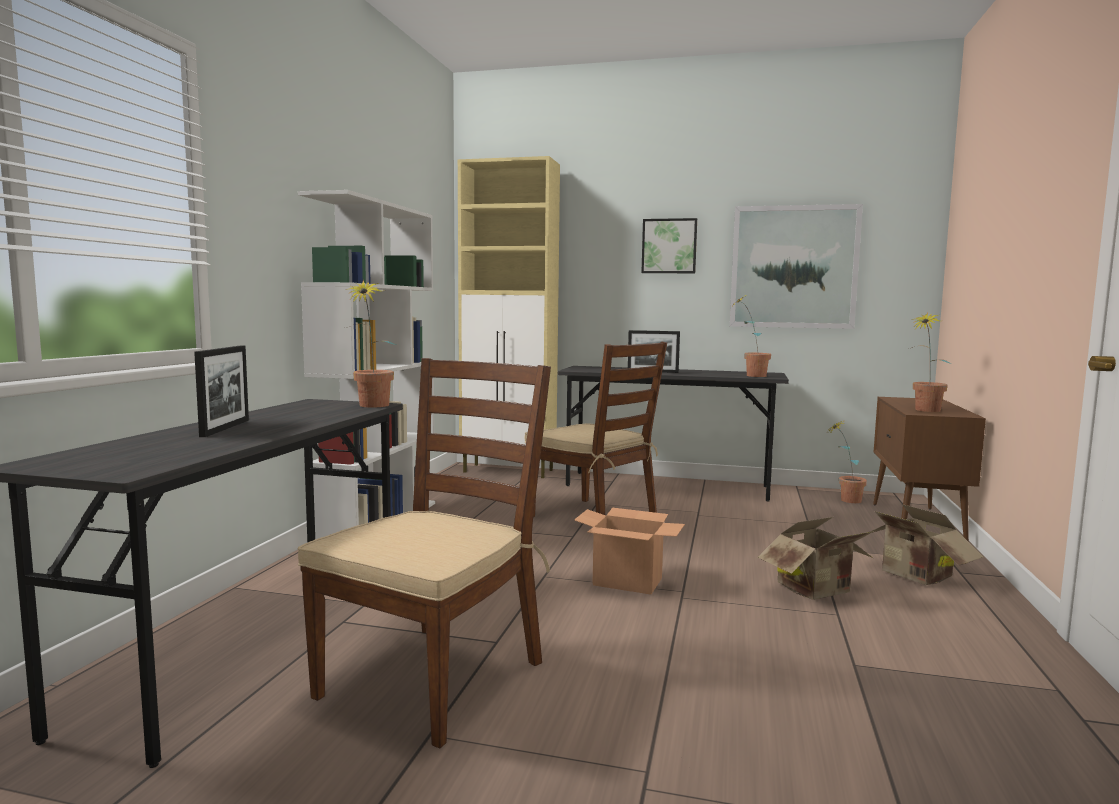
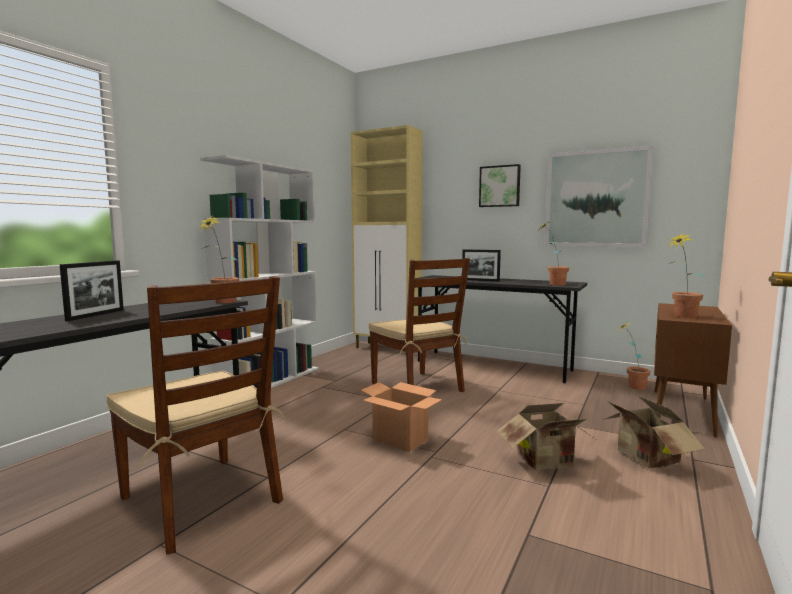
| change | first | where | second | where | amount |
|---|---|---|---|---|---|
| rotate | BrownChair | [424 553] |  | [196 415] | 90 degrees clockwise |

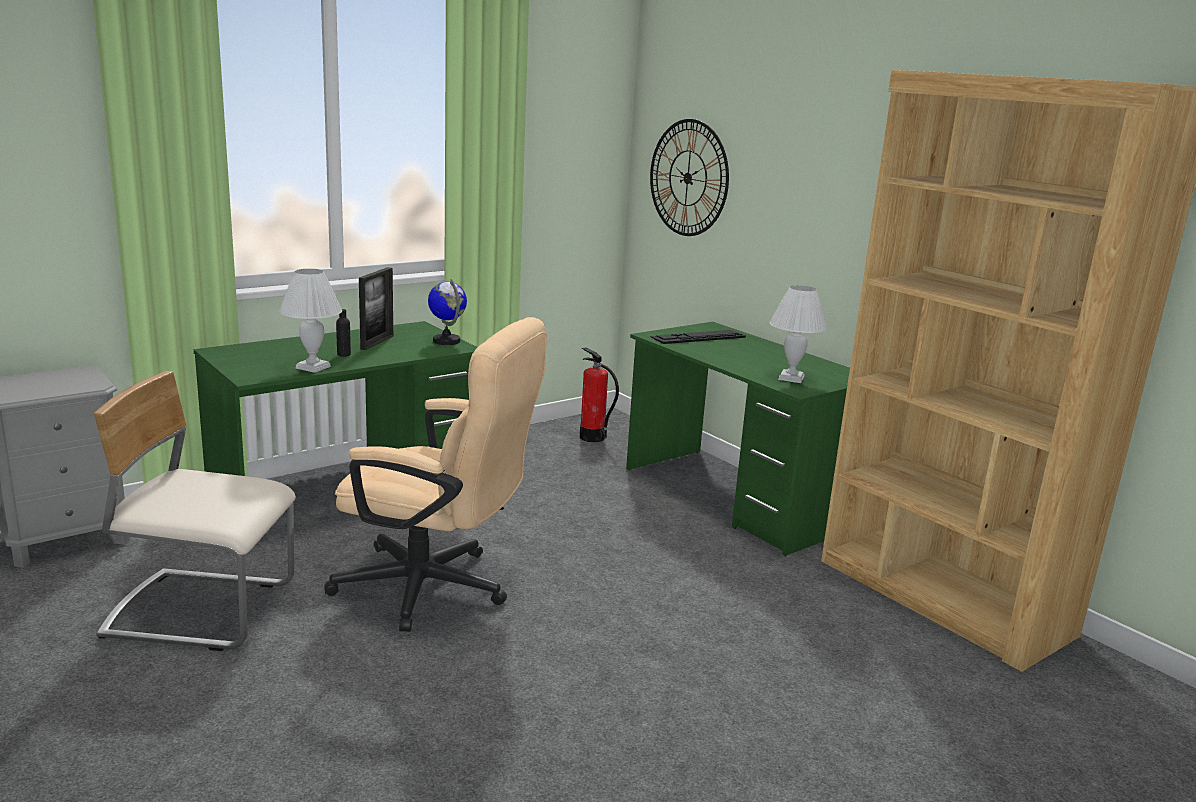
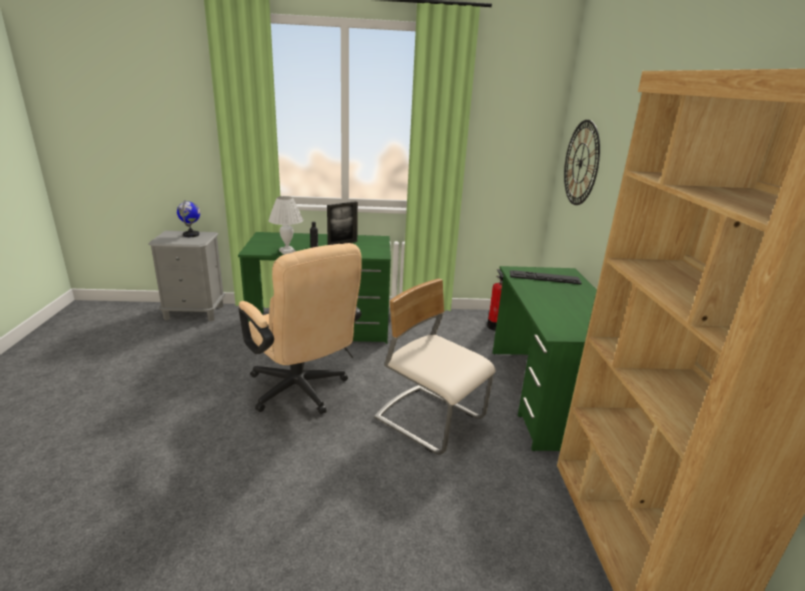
| change | first | where | second | where | amount |
|---|---|---|---|---|---|
| move | Globe | [447 312] |  | [188 218] |  |
| move | BeigeChair | [195 511] |  | [435 366] |  |
| delete | WhiteTableLamp | [798 334] |  |  |  |

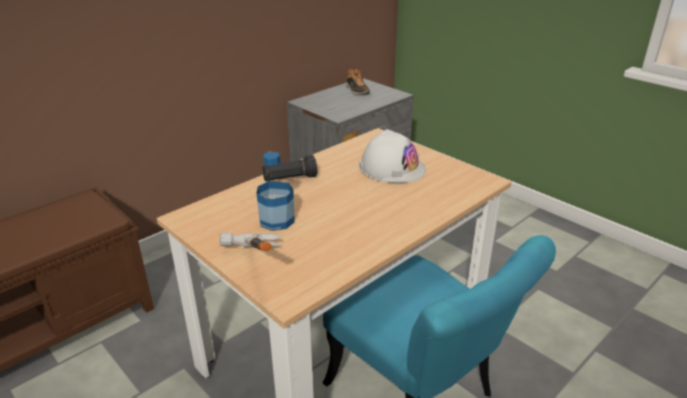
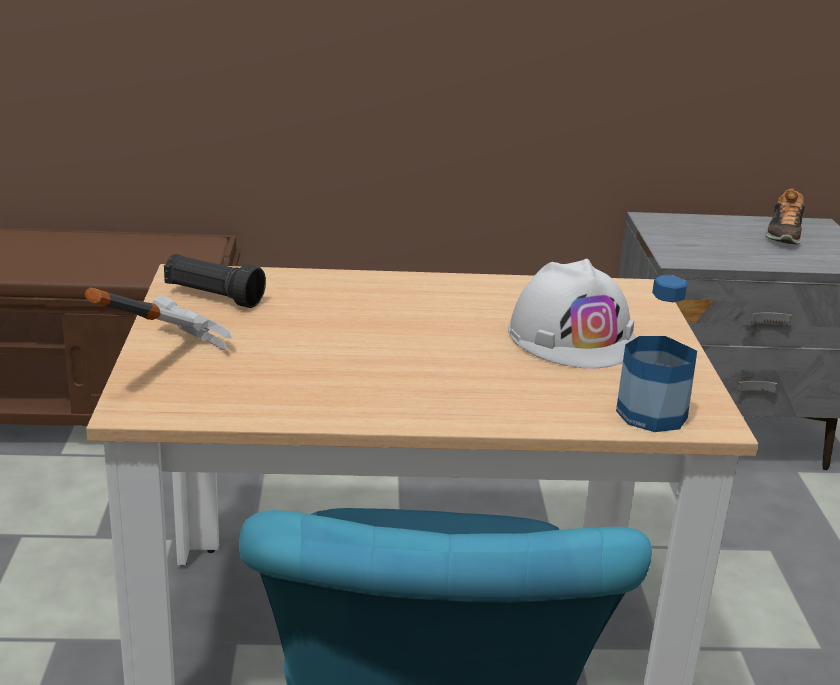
| change | first | where | second | where | amount |
|---|---|---|---|---|---|
| move | BlackFlashlight | [289 168] |  | [215 281] |  |
| move | Bottle | [275 191] |  | [656 353] |  |

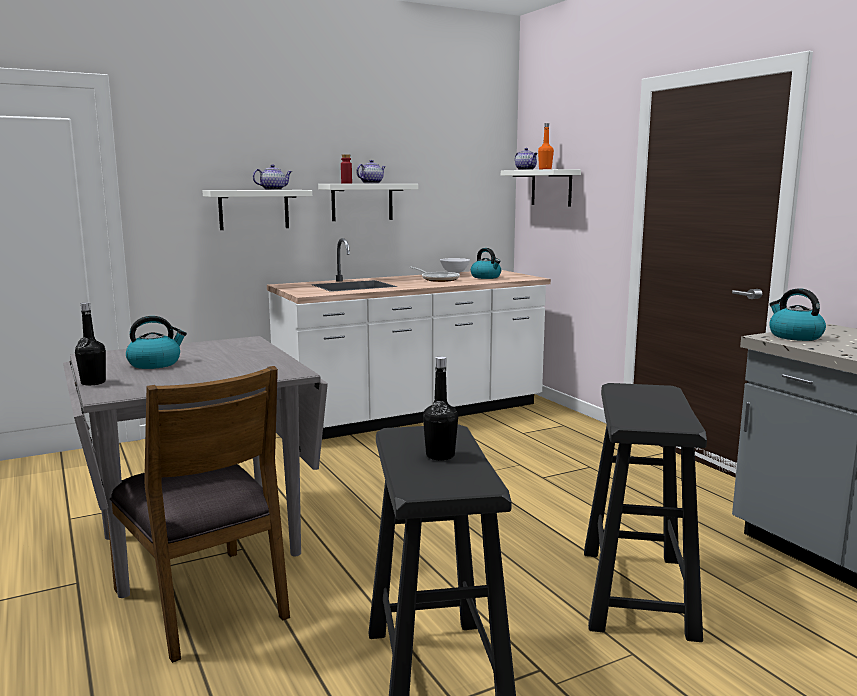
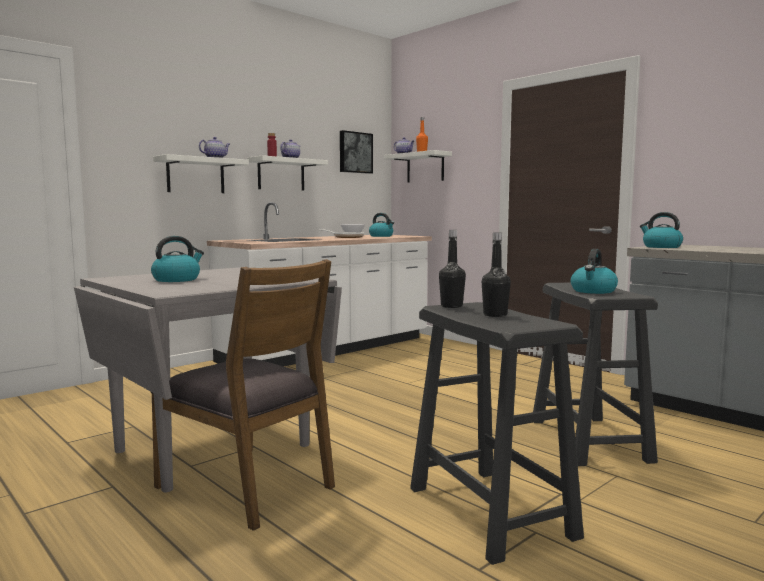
| change | first | where | second | where | amount |
|---|---|---|---|---|---|
| insert |  |  | Picture | [356 152] |  |
| move | BlackBottle | [90 343] |  | [452 269] |  |
| insert |  |  | Kettle | [594 271] |  |

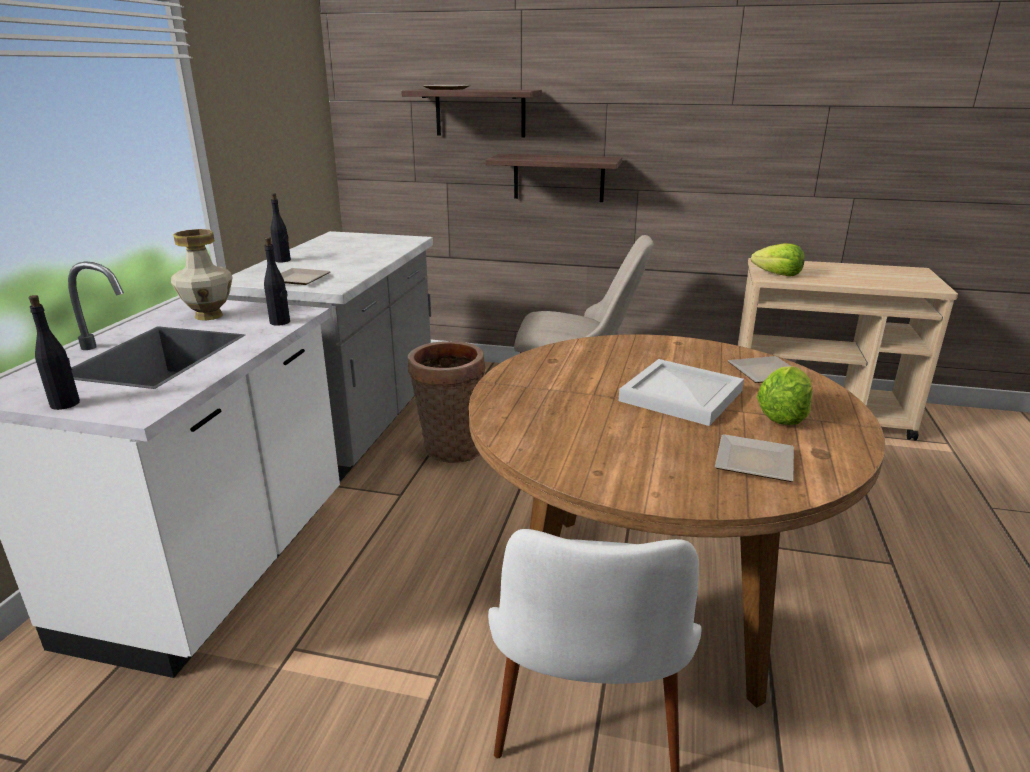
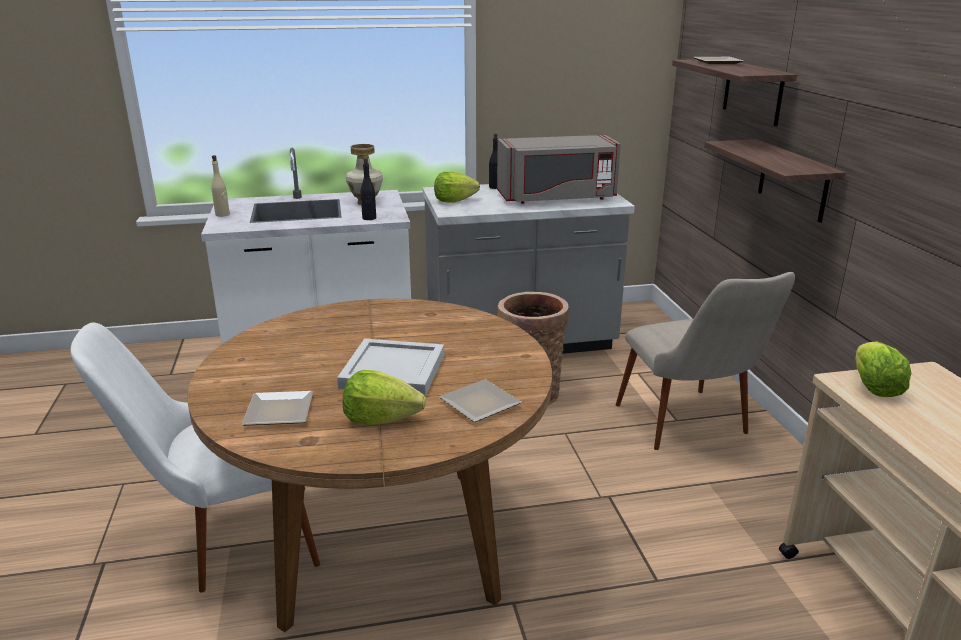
| change | first | where | second | where | amount |
|---|---|---|---|---|---|
| recolor | BlackBottle | [54 352] | BeigeBottle | [220 186] |  |
| replace | Plate | [306 276] | Lettuce | [457 187] |  |
| insert |  |  | GreyMicrowave | [559 169] |  |

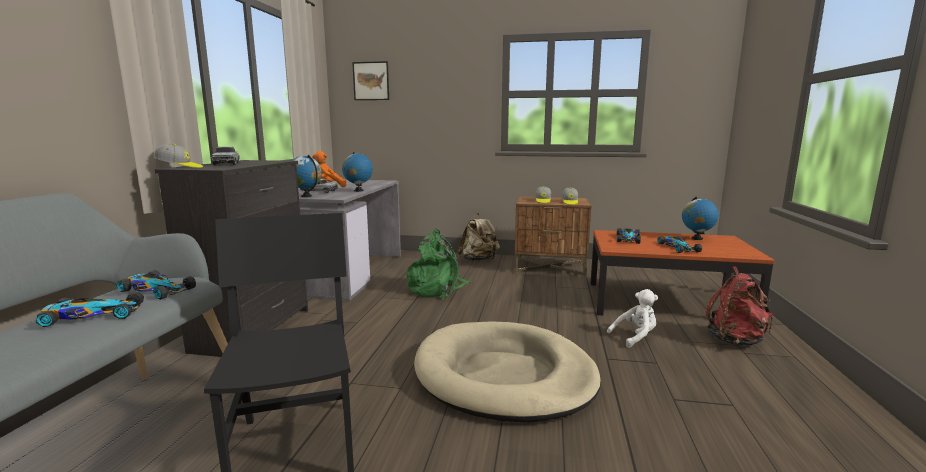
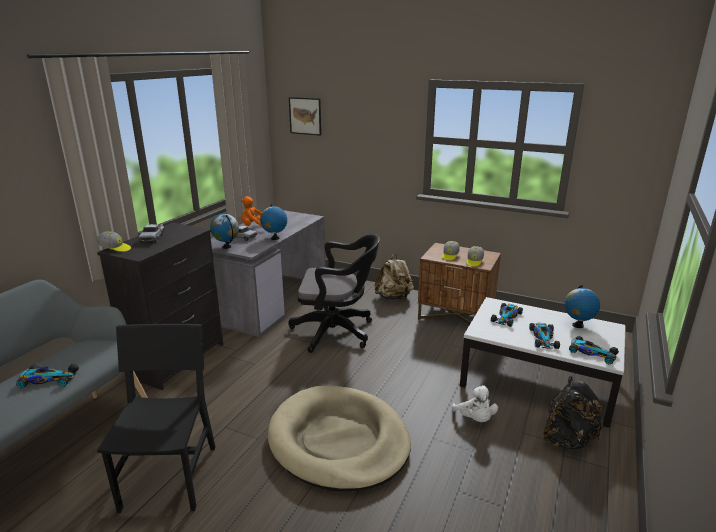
| change | first | where | second | where | amount |
|---|---|---|---|---|---|
| replace | GreenBackpack | [439 264] | BlackOfficeChair | [334 293] |  |
| rotate | WhitePlushToy | [632 318] |  | [475 403] | 75 degrees clockwise |
| recolor | BrownCoffeeTable | [682 272] | WhiteCoffeeTable | [543 362] |  |
| recolor | RedBackpack | [739 306] | BlackBackpack | [573 412] |  |
| move | ToyCar | [156 285] |  | [594 350] |  |

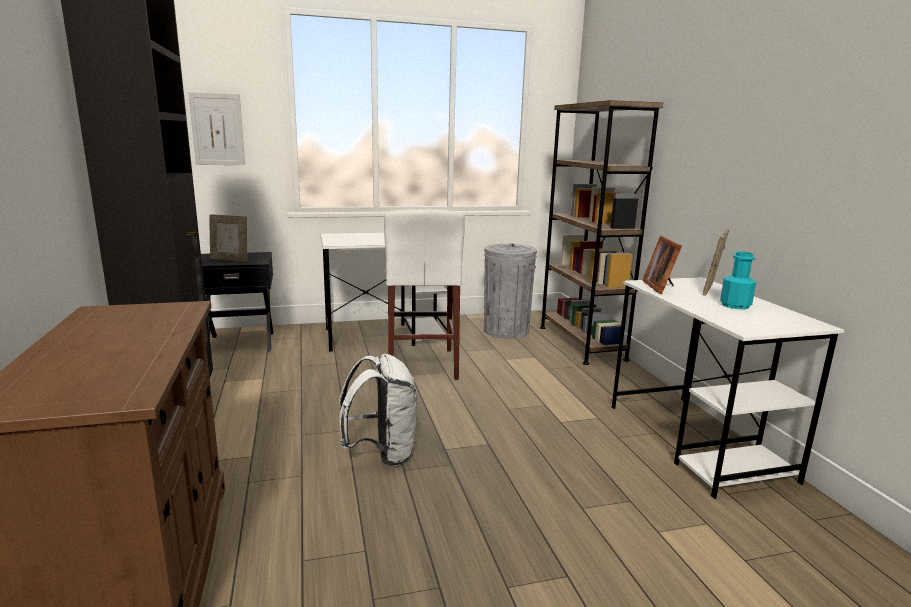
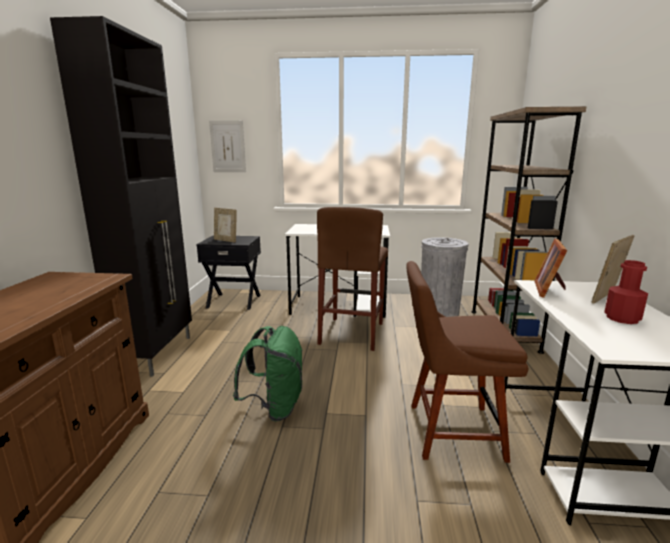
| change | first | where | second | where | amount |
|---|---|---|---|---|---|
| recolor | WhiteBackpack | [378 410] | GreenBackpack | [268 373] |  |
| recolor | WhiteStool | [424 294] | BrownStool | [352 279] |  |
| insert |  |  | BrownChair | [467 362] |  |
| recolor | TurquoiseBottle | [738 281] | RedBottle | [626 292] |  |

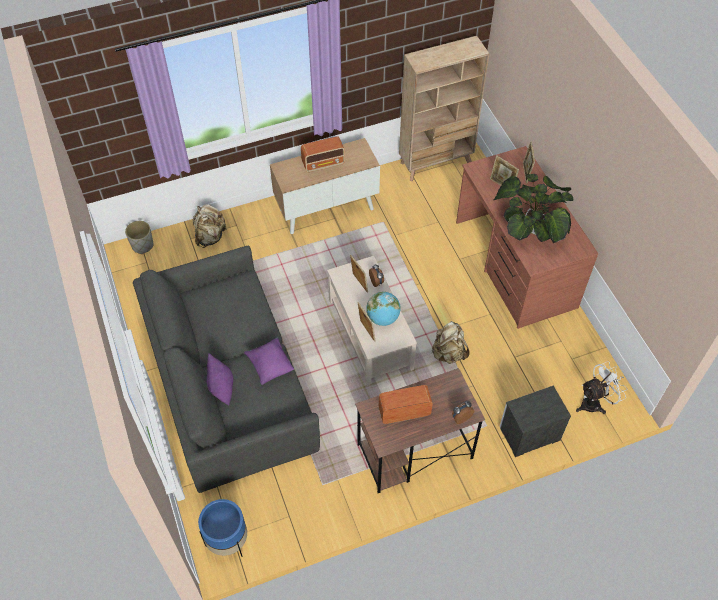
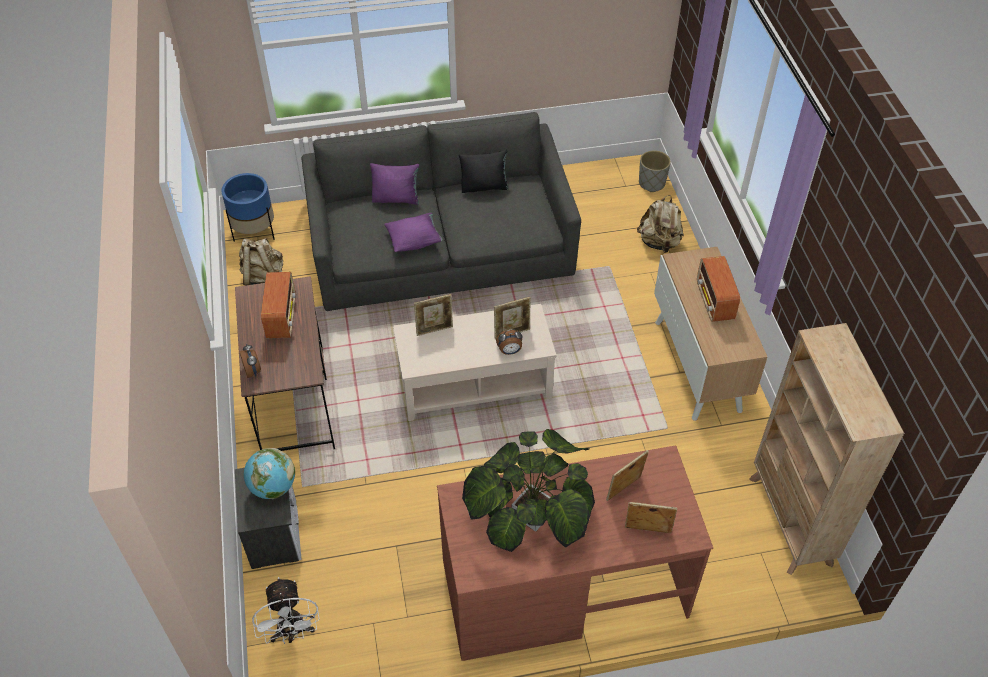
| change | first | where | second | where | amount |
|---|---|---|---|---|---|
| move | BeigeBackpack | [450 342] |  | [261 262] |  |
| move | Globe | [383 309] |  | [269 473] |  |
| insert |  |  | BlackPillow | [483 171] |  |

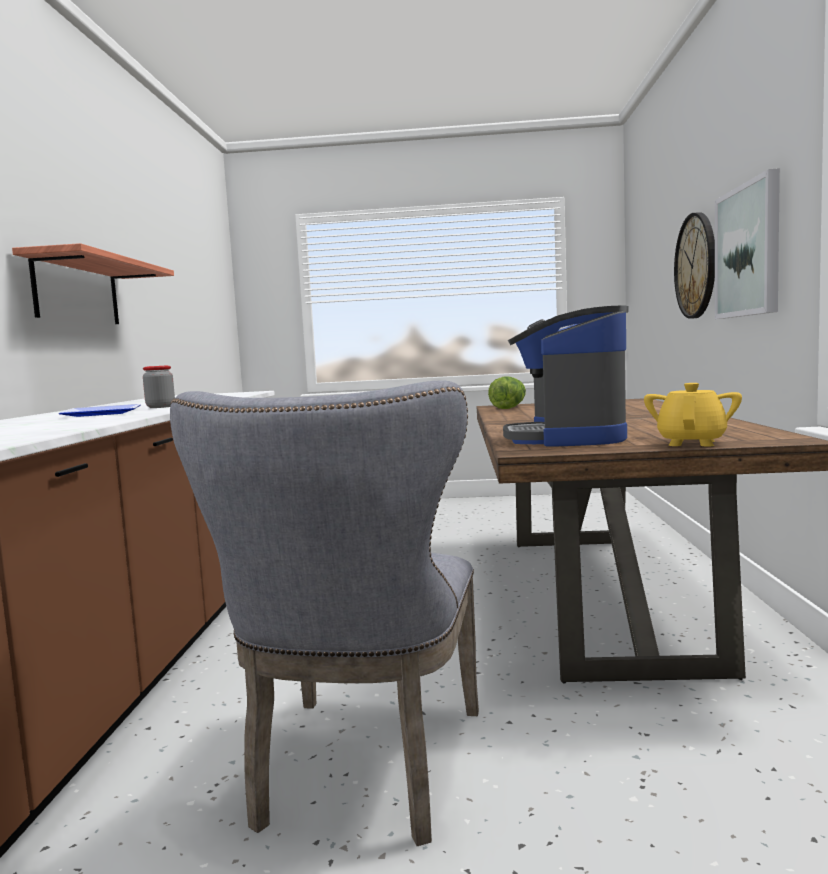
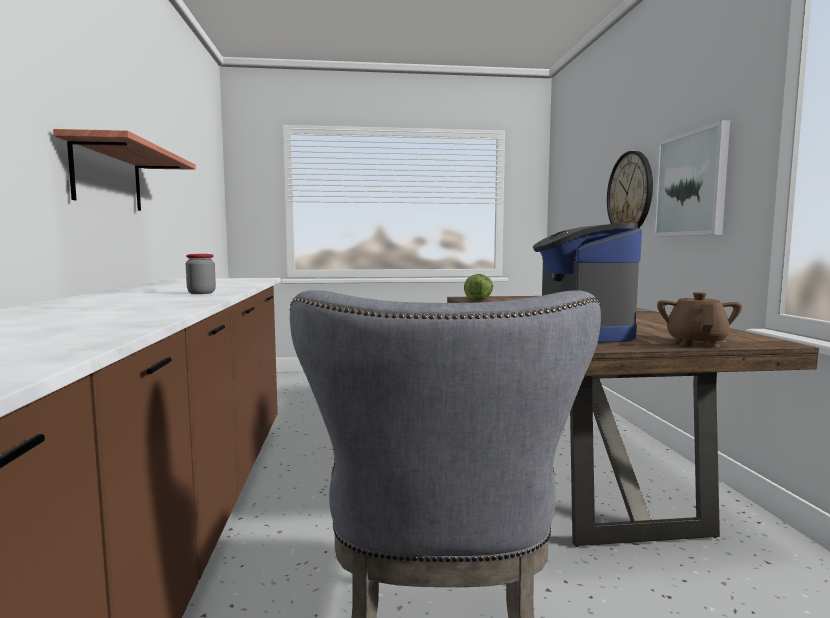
| change | first | where | second | where | amount |
|---|---|---|---|---|---|
| recolor | YellowTeapot | [693 414] | BrownTeapot | [699 319] |  |
| delete | Plate | [100 410] |  |  |  |

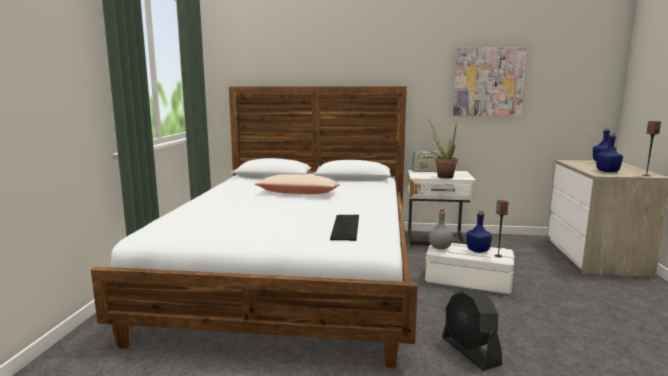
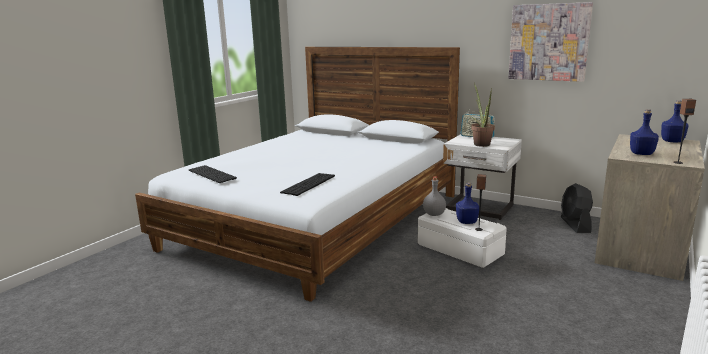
| change | first | where | second | where | amount |
|---|---|---|---|---|---|
| insert |  |  | Keyboard | [213 174] |  |
| move | BlackFan | [472 330] |  | [577 208] |  |
| delete | BeigePillow | [297 184] |  |  |  |

